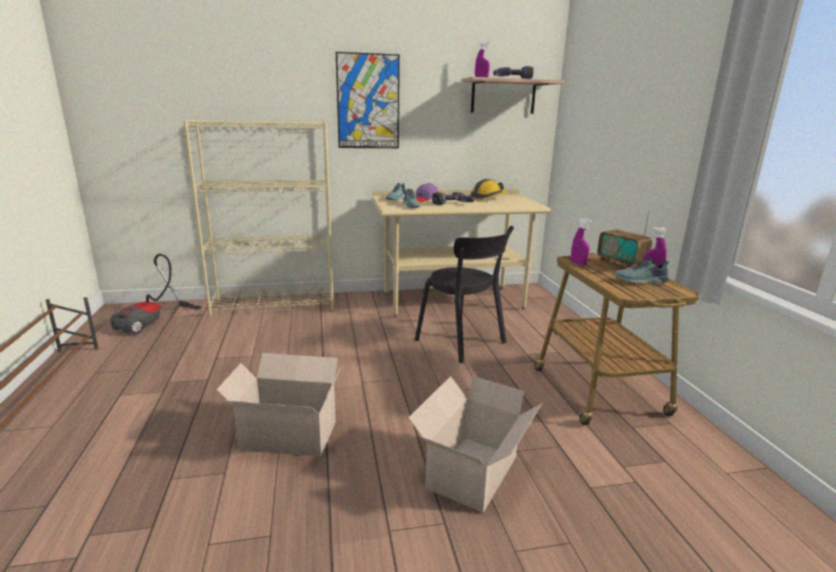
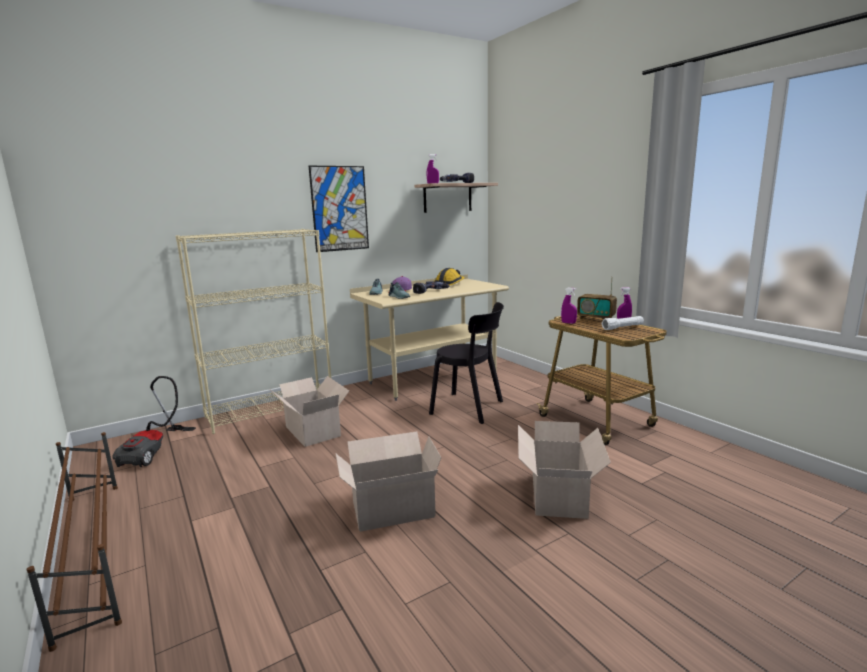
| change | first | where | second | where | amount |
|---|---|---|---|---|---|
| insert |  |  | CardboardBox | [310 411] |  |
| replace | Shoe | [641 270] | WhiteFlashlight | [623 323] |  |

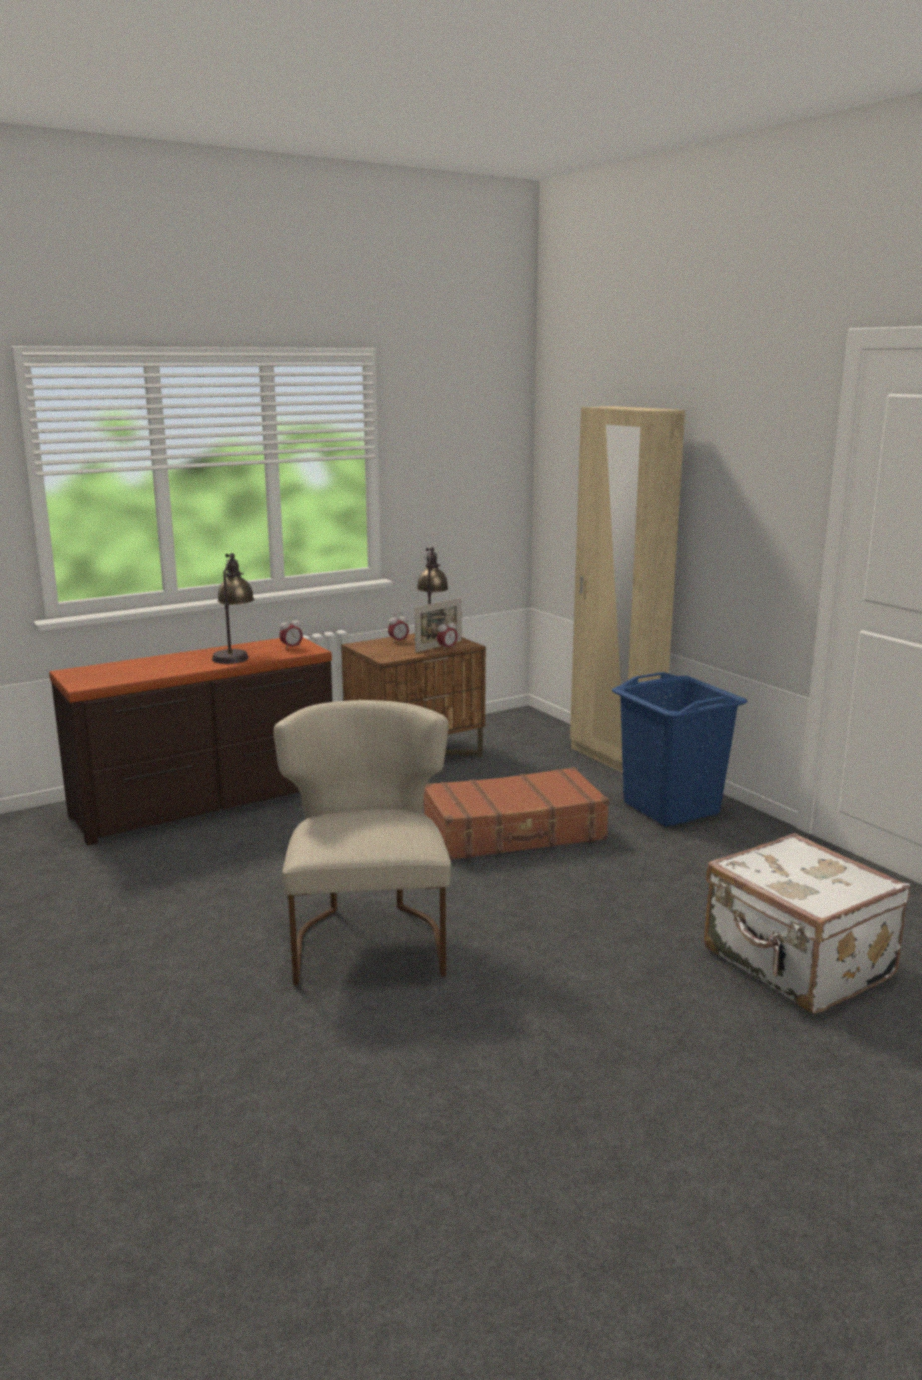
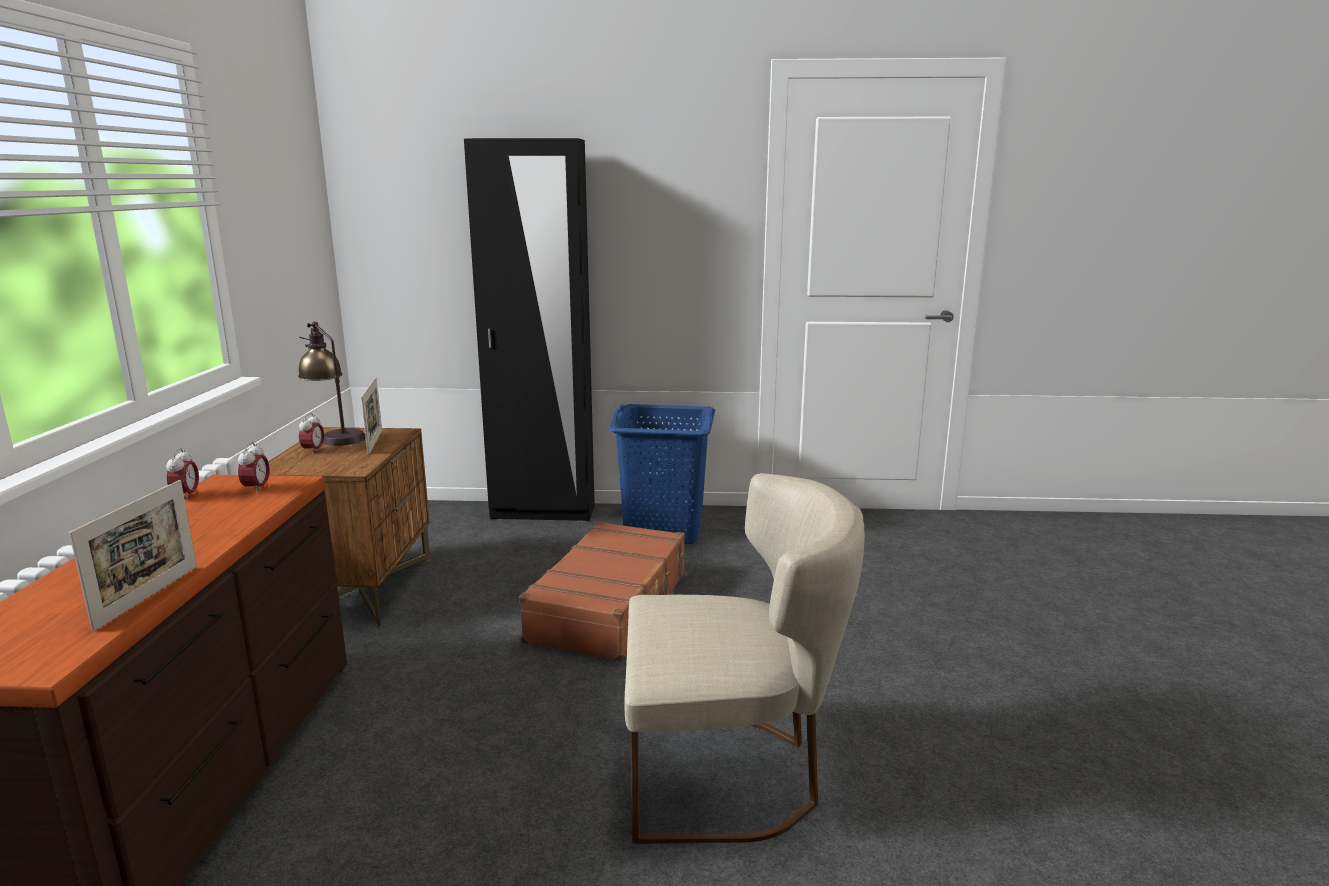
| change | first | where | second | where | amount |
|---|---|---|---|---|---|
| insert |  |  | PictureFrame | [133 555] |  |
| move | AlarmClock | [447 635] |  | [182 474] |  |
| recolor | BeigeWardrobe | [627 589] | BlackWardrobe | [529 329] |  |
| rotate | BeigeChair | [362 842] |  | [744 658] | 150 degrees clockwise |
| delete | TableLamp | [233 608] |  |  |  |
| delete | WhiteSuitcase | [807 923] |  |  |  |

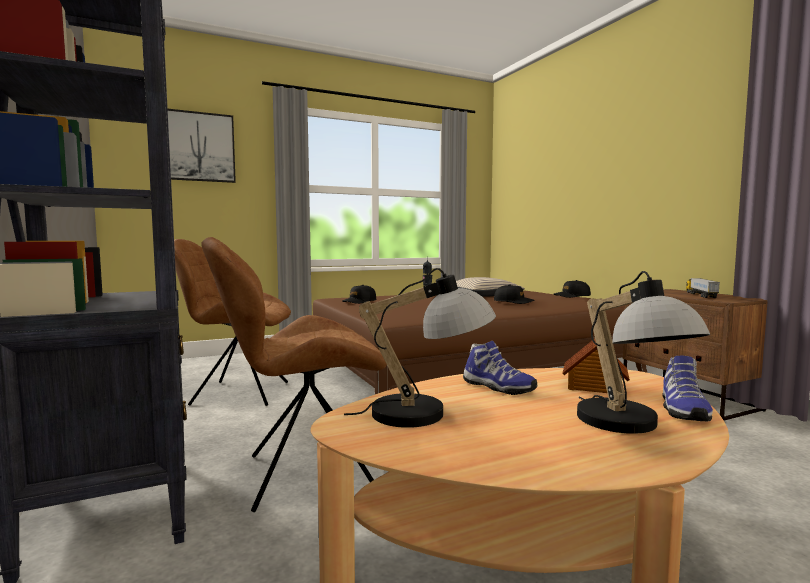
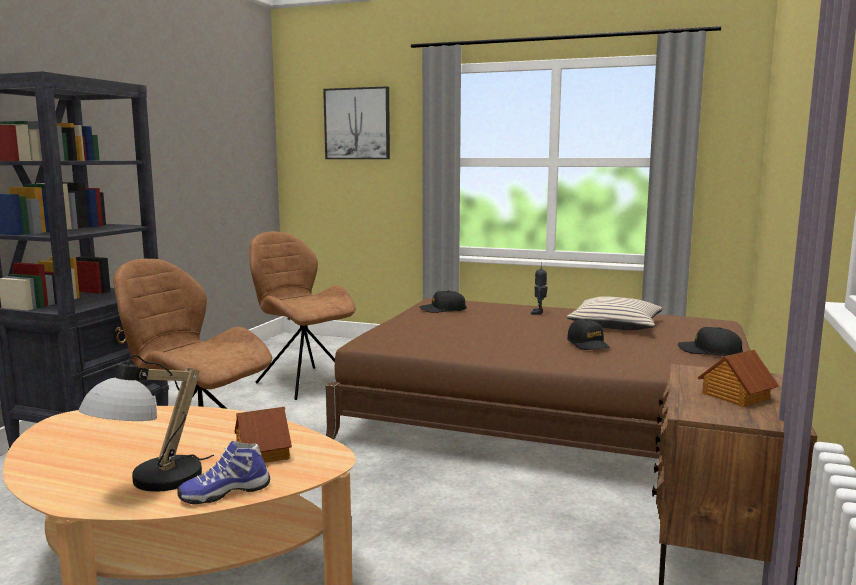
| change | first | where | second | where | amount |
|---|---|---|---|---|---|
| replace | ToyTruck | [703 288] | ToyHouse | [738 378] |  |
| delete | TableLamp | [420 348] |  |  |  |
| delete | Shoe | [500 368] |  |  |  |

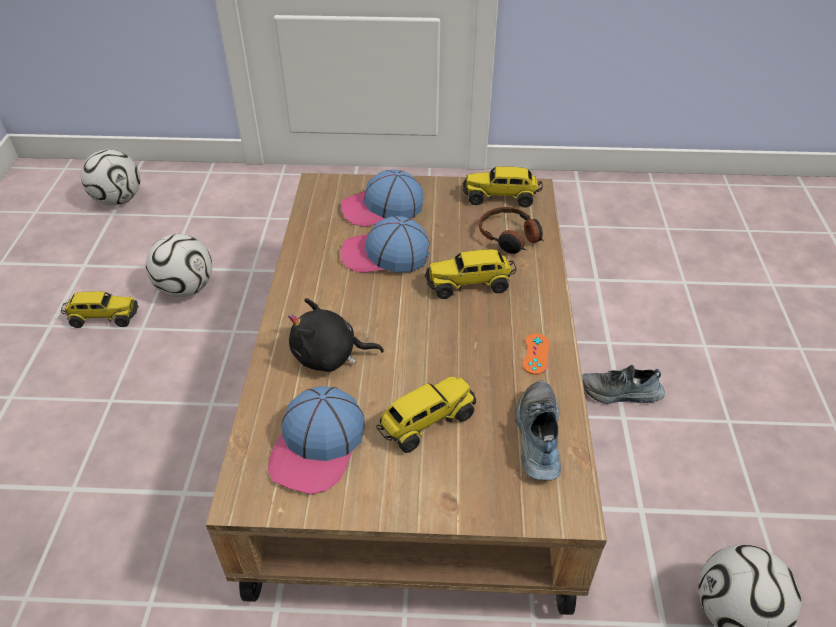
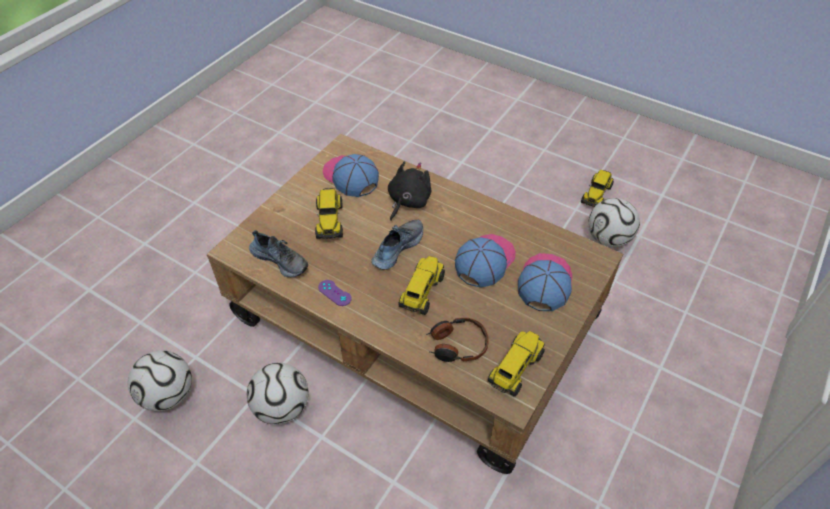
| change | first | where | second | where | amount |
|---|---|---|---|---|---|
| move | Football | [110 177] |  | [278 394] |  |
| recolor | OrangeGameController | [535 354] | PurpleGameController | [335 293] |  |
| move | Shoe | [623 384] |  | [397 244] |  |

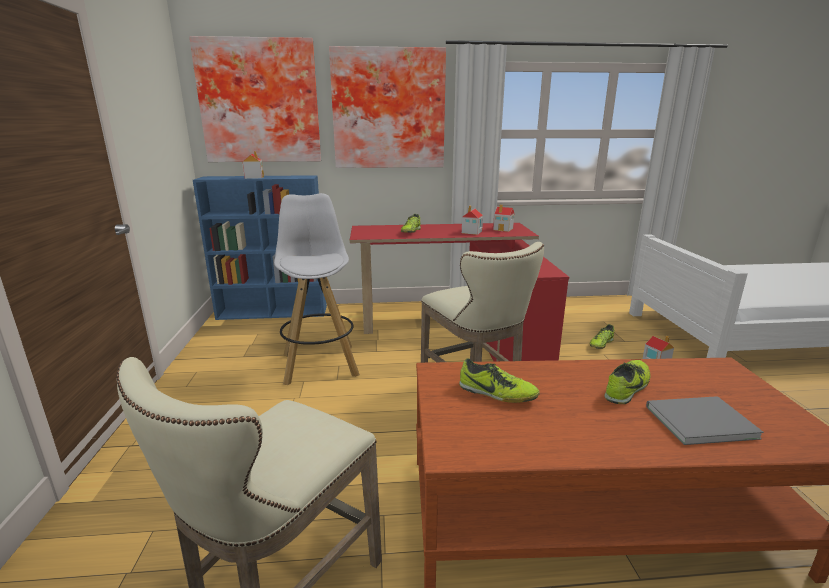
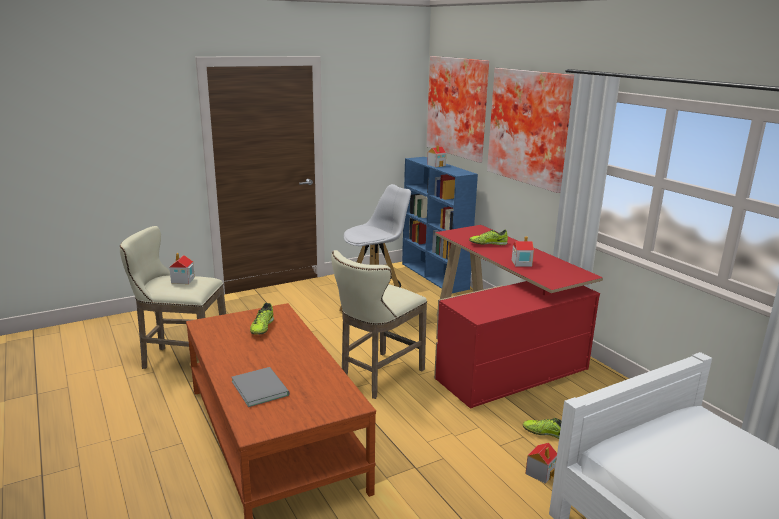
| change | first | where | second | where | amount |
|---|---|---|---|---|---|
| move | ToyHouse | [504 218] |  | [182 268] |  |
| delete | Shoe | [627 382] |  |  |  |

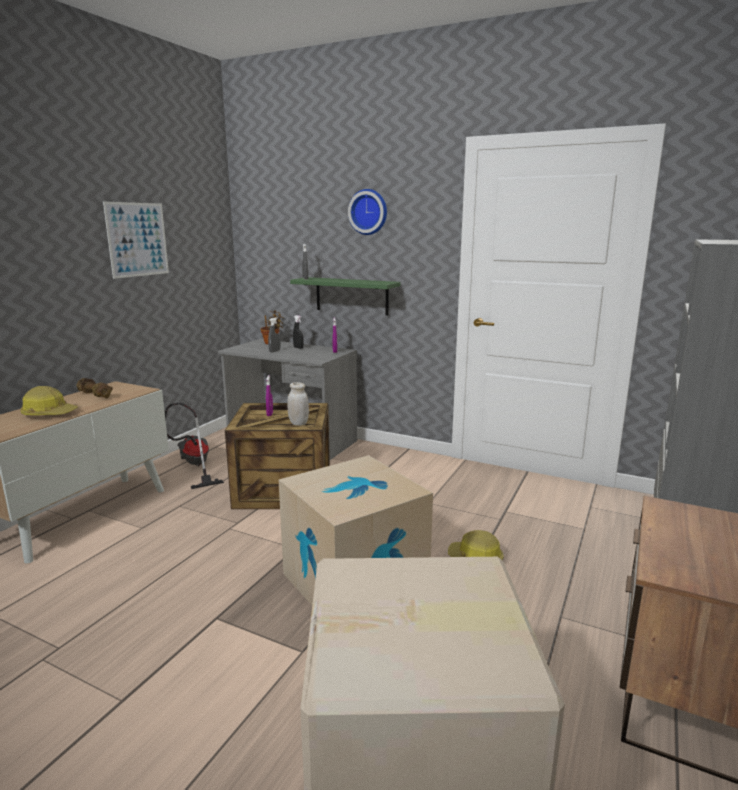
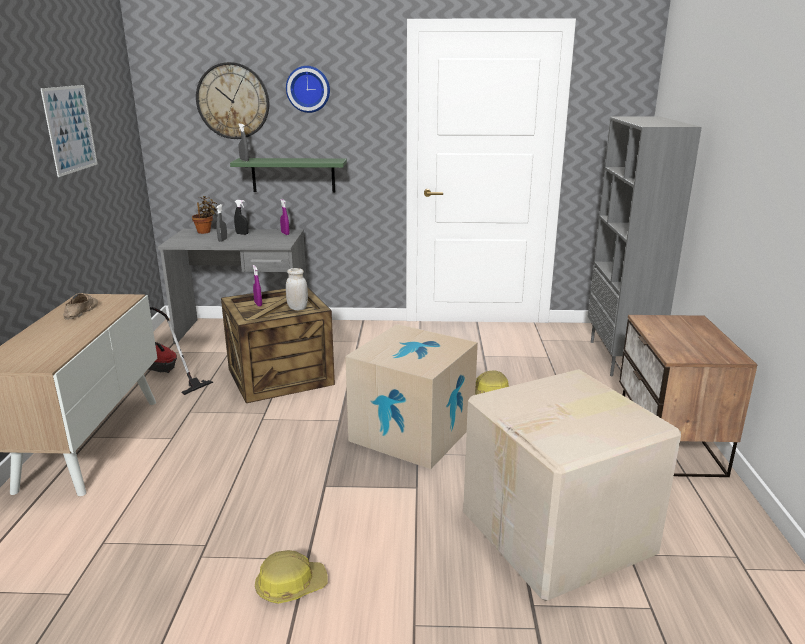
| change | first | where | second | where | amount |
|---|---|---|---|---|---|
| replace | BrownDumbbell | [94 388] | BeigeShoe | [80 306] |  |
| insert |  |  | WallClock | [232 100] |  |
| move | HardHat | [49 400] |  | [291 577] |  |

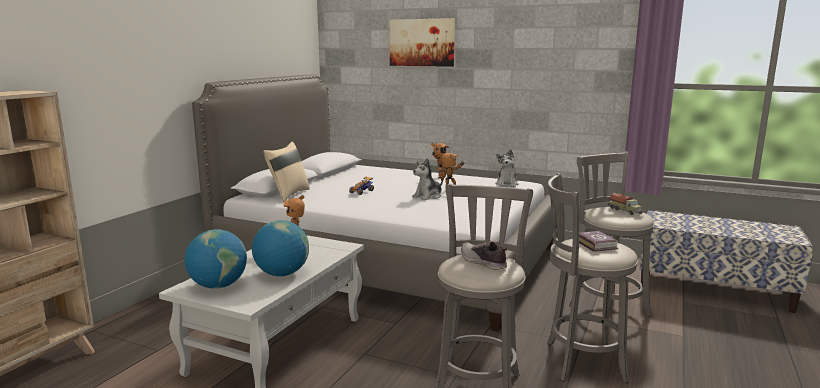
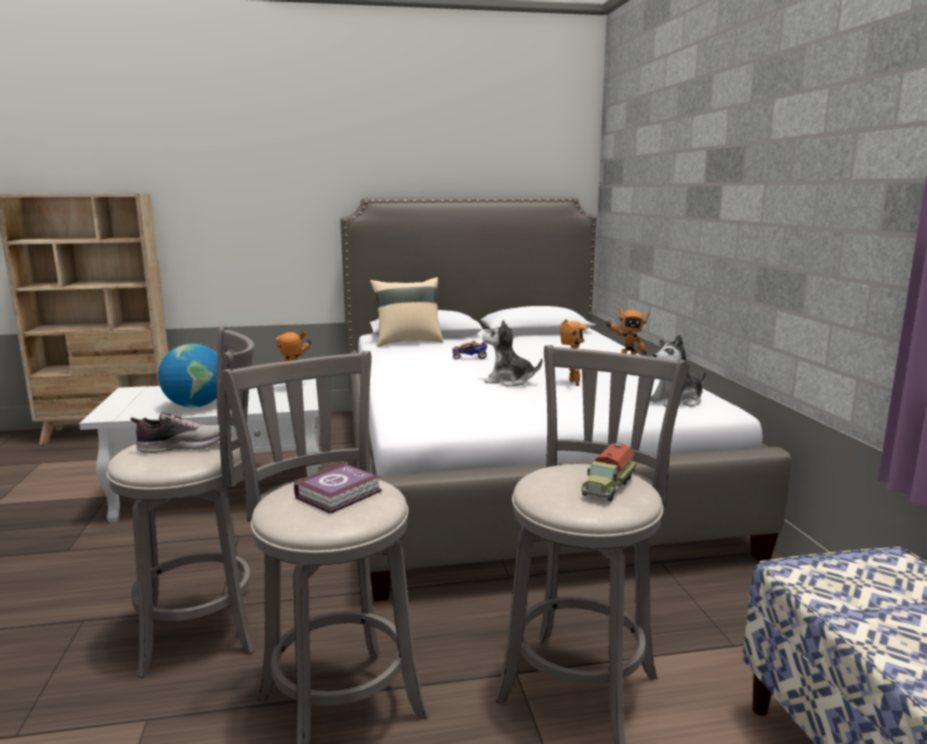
| change | first | where | second | where | amount |
|---|---|---|---|---|---|
| rotate | Shoe | [484 256] |  | [175 432] | 60 degrees clockwise |
| delete | Globe | [216 259] |  |  |  |
| delete | Picture | [422 42] |  |  |  |

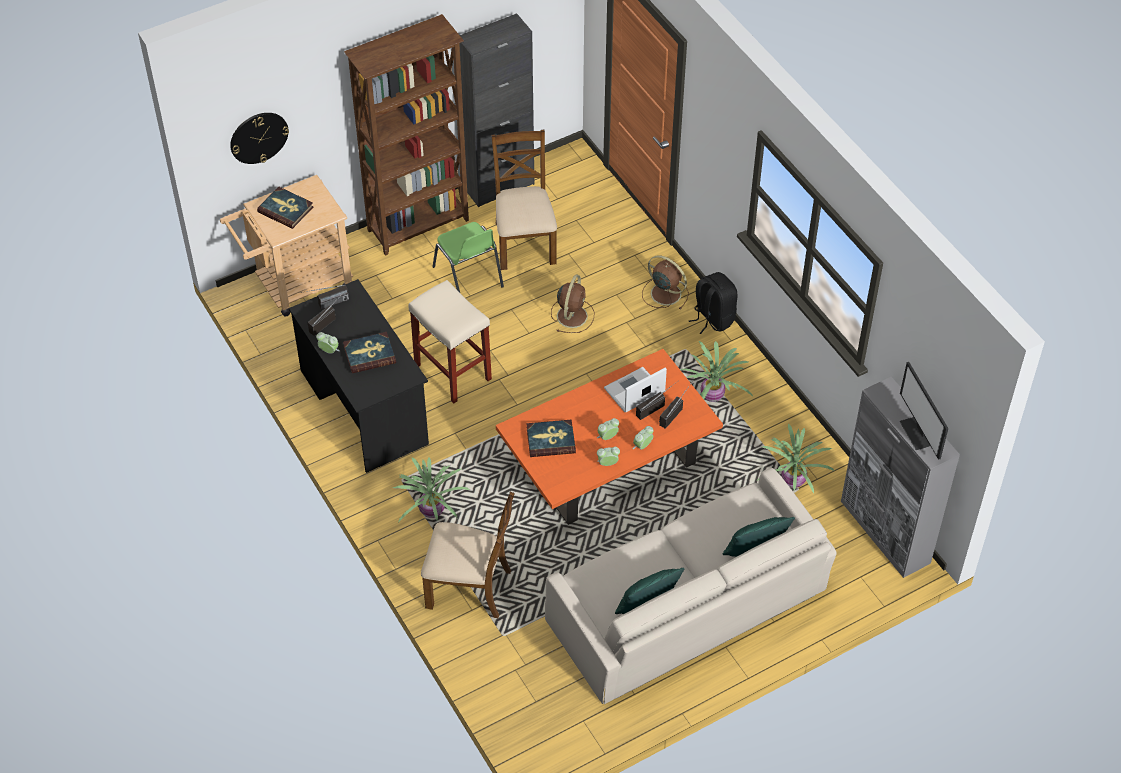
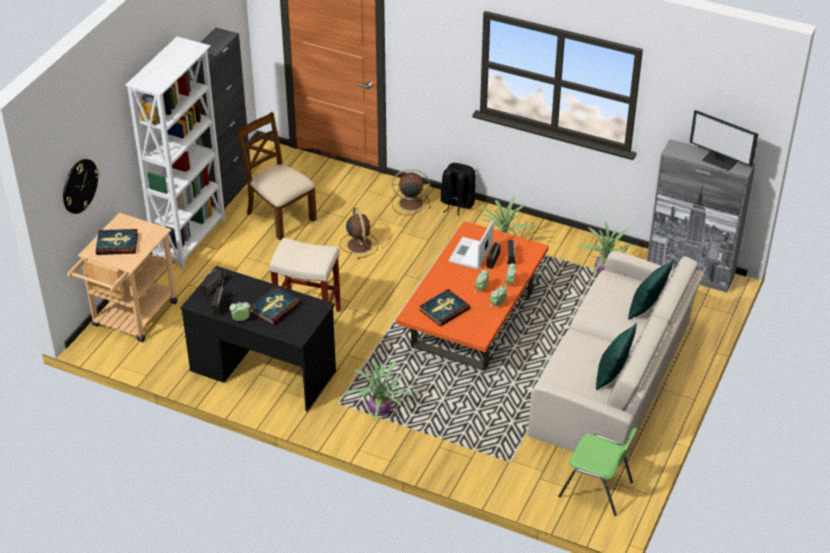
| change | first | where | second | where | amount |
|---|---|---|---|---|---|
| recolor | BrownBookcase | [406 135] | WhiteBookcase | [175 153] |  |
| move | GreenChair | [468 257] |  | [597 472] |  |
| delete | BrownChair | [468 555] |  |  |  |

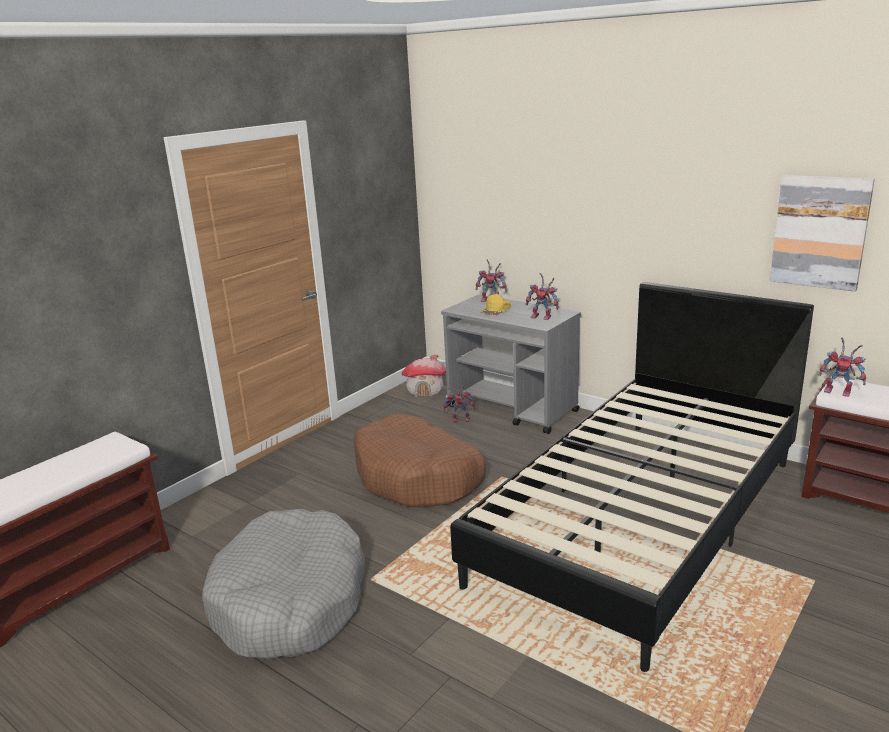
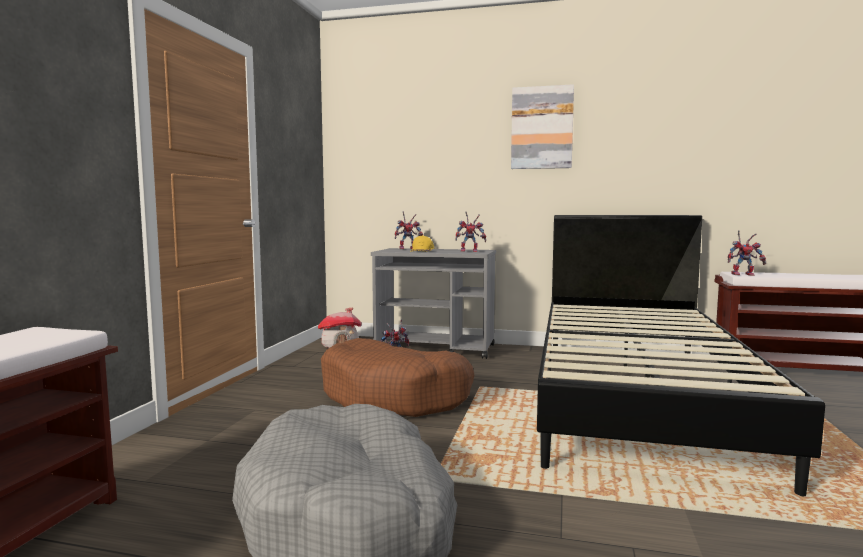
| change | first | where | second | where | amount |
|---|---|---|---|---|---|
| move | Picture | [822 233] |  | [542 126] |  |

